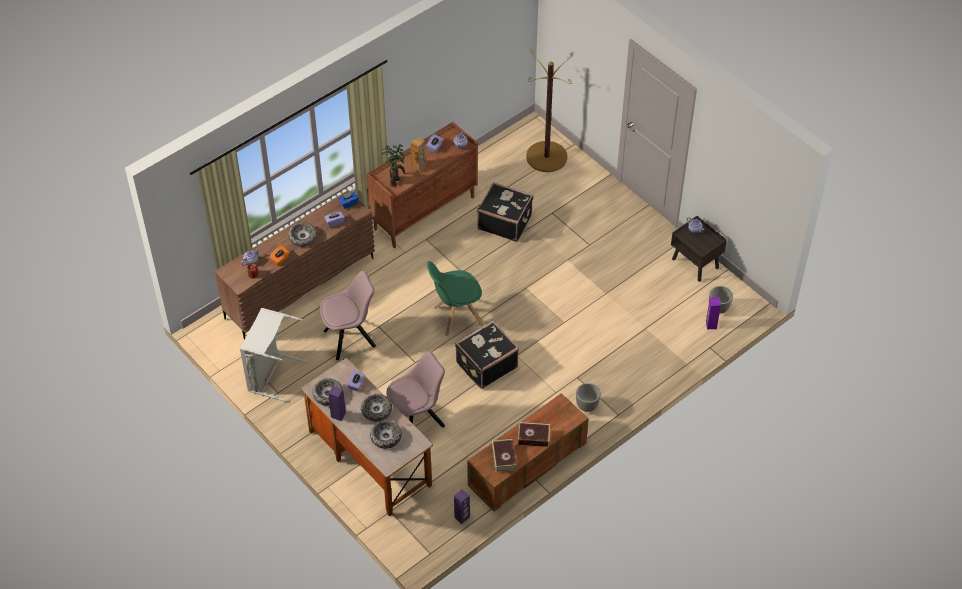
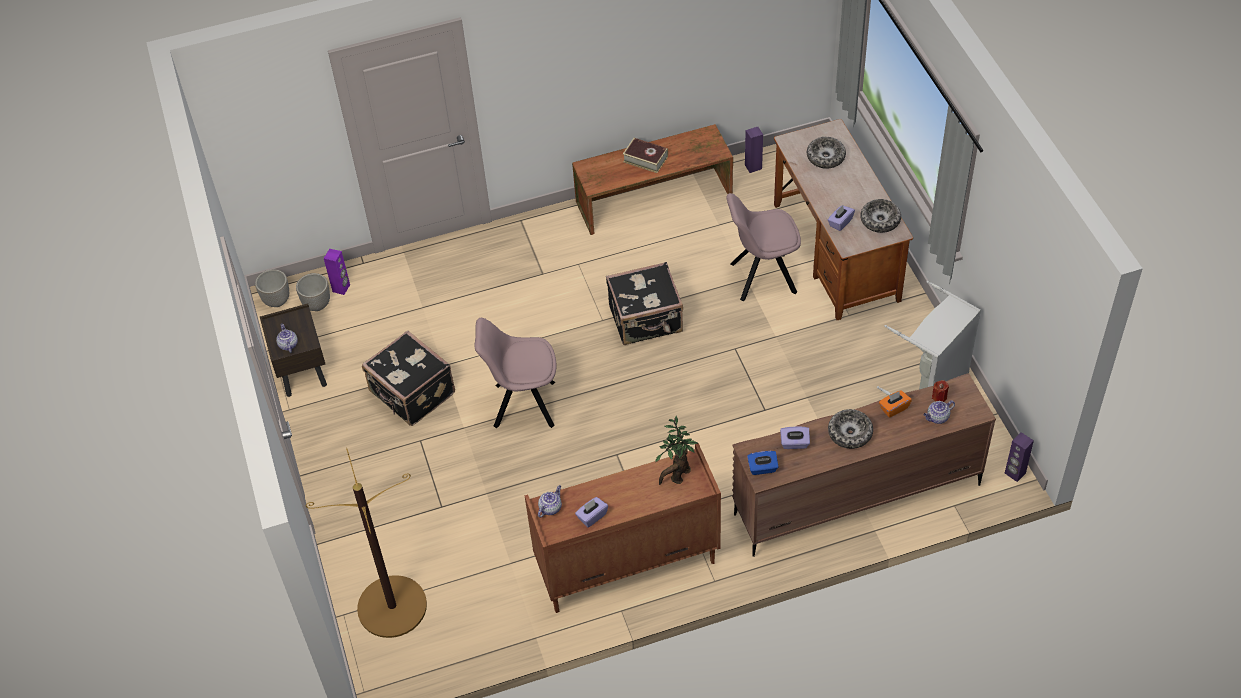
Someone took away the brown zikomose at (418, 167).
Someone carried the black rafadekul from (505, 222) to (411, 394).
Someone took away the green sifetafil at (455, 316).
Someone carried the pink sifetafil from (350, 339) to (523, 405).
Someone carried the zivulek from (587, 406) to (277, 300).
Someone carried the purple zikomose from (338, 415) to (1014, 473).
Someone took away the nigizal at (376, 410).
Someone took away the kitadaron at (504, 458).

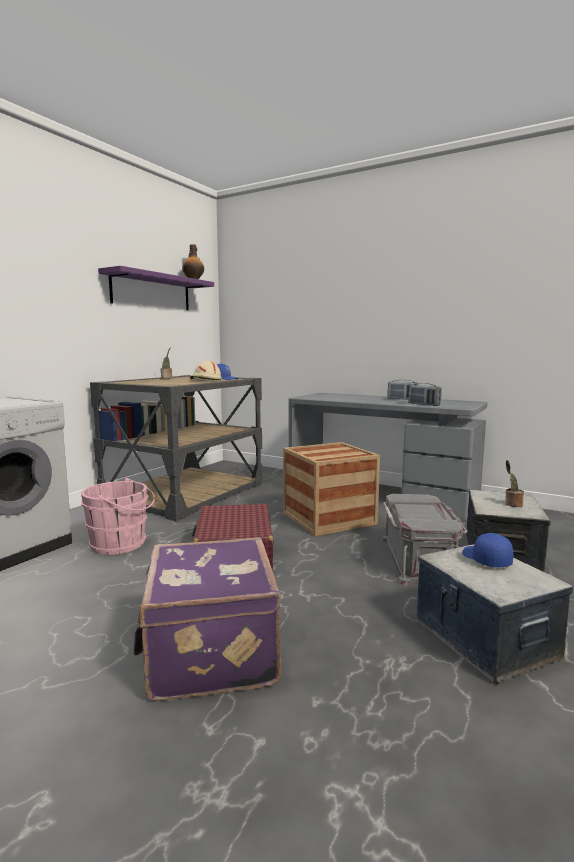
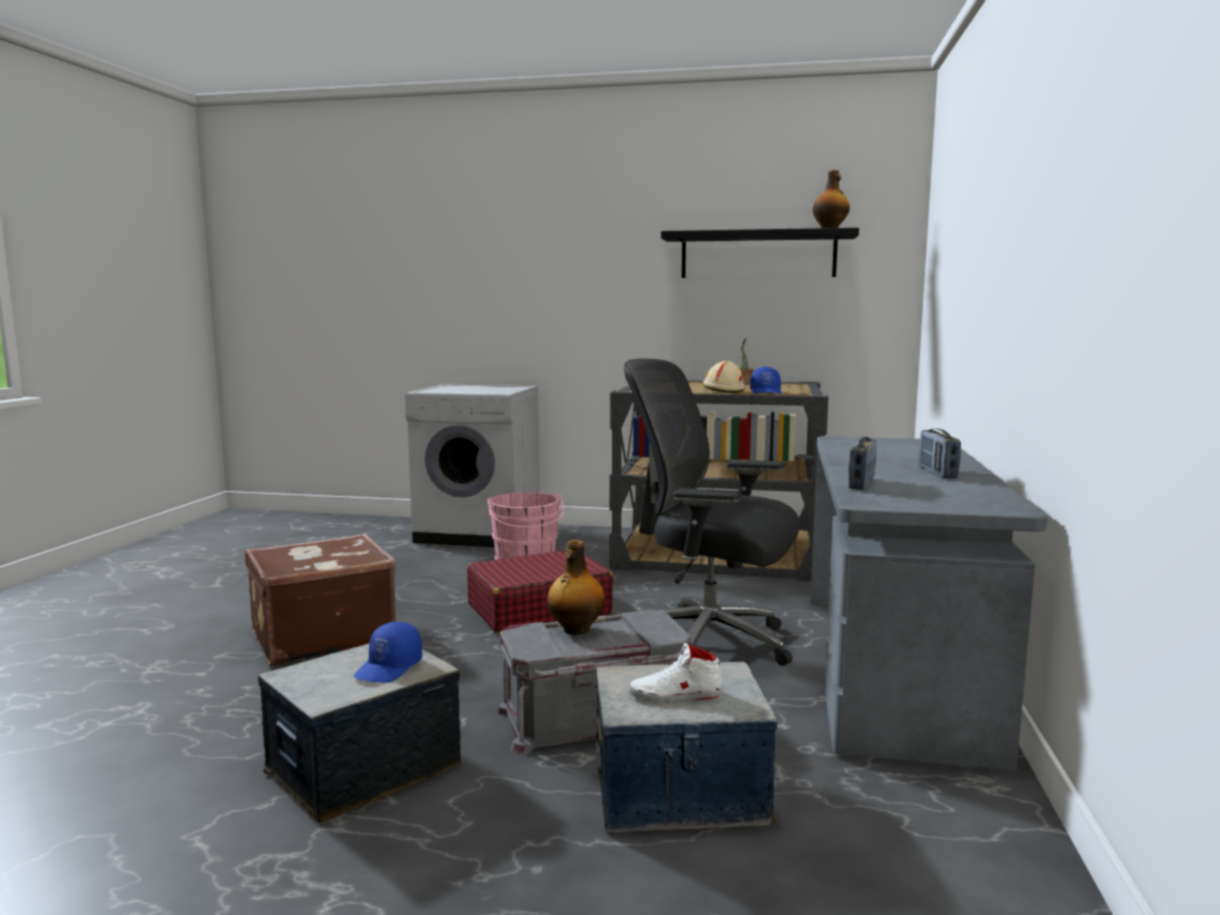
Someone repainted the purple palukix at (151, 292), which became the black palukix at (758, 255).
Someone swapped the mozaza at (328, 518) for the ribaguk at (711, 641).
Someone swapped the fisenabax at (512, 504) for the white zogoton at (675, 695).
Someone rotated the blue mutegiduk at (485, 559) by 150 degrees clockwise.
Someone repainted the purple rafadekul at (209, 652), which became the brown rafadekul at (321, 637).
Someone put down the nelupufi at (575, 630).

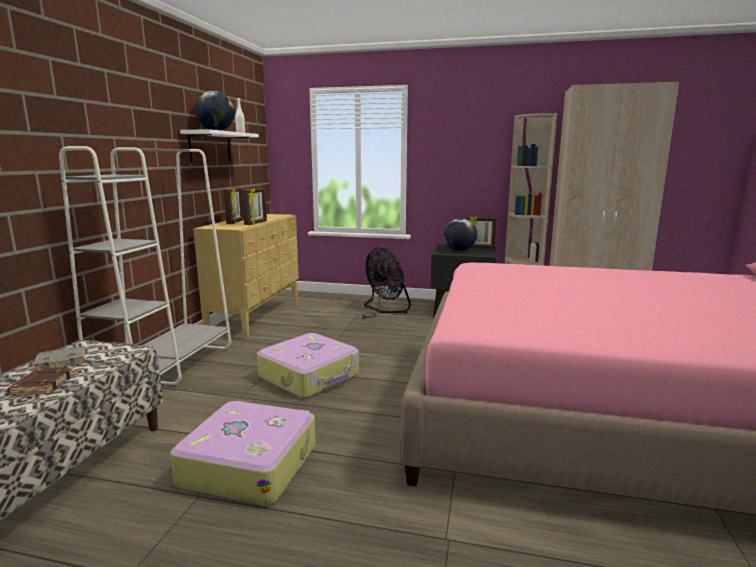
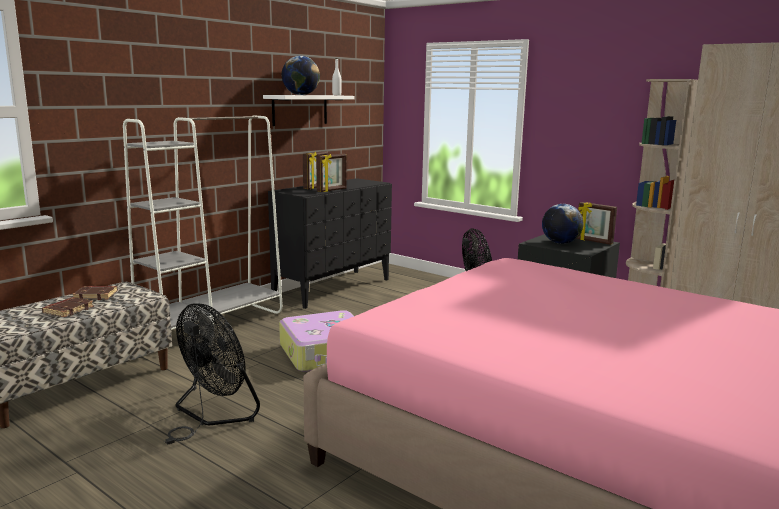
Someone repainted the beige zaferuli at (257, 317), which became the black zaferuli at (334, 288).
Someone repainted the grey kitadaron at (62, 361), which became the brown kitadaron at (96, 295).
Someone swapped the rafadekul at (249, 464) for the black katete at (206, 413).

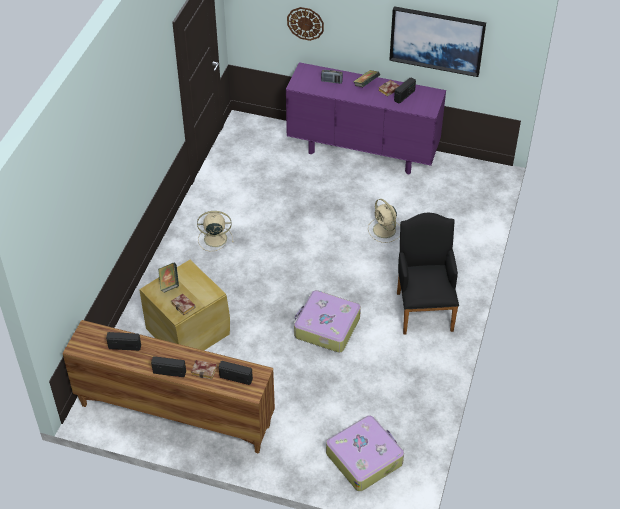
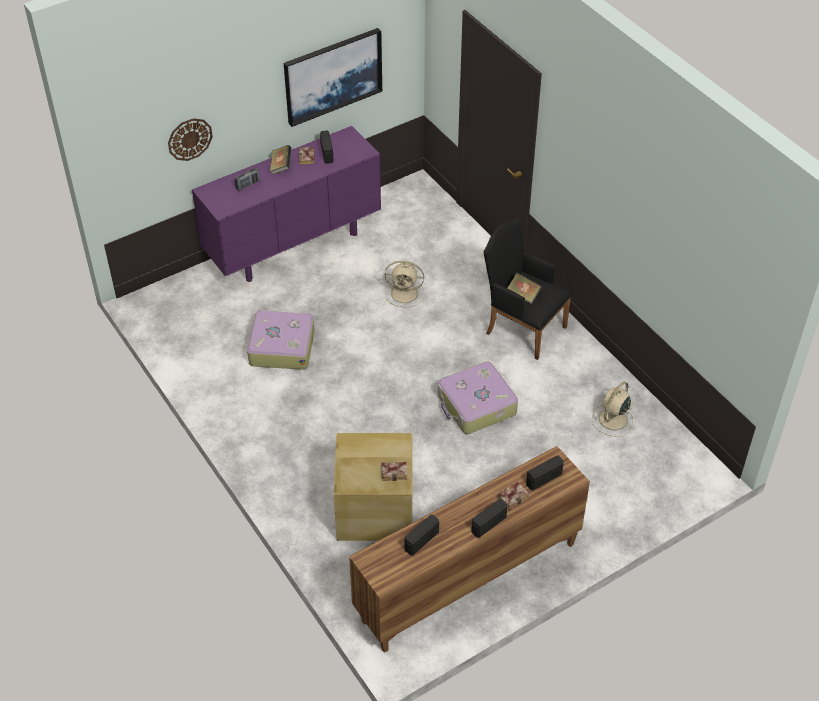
Someone carried the beige katete from (214, 238) to (612, 420).
Someone carried the kitadaron from (169, 283) to (523, 295).
Someone carried the rafadekul from (364, 458) to (281, 346).

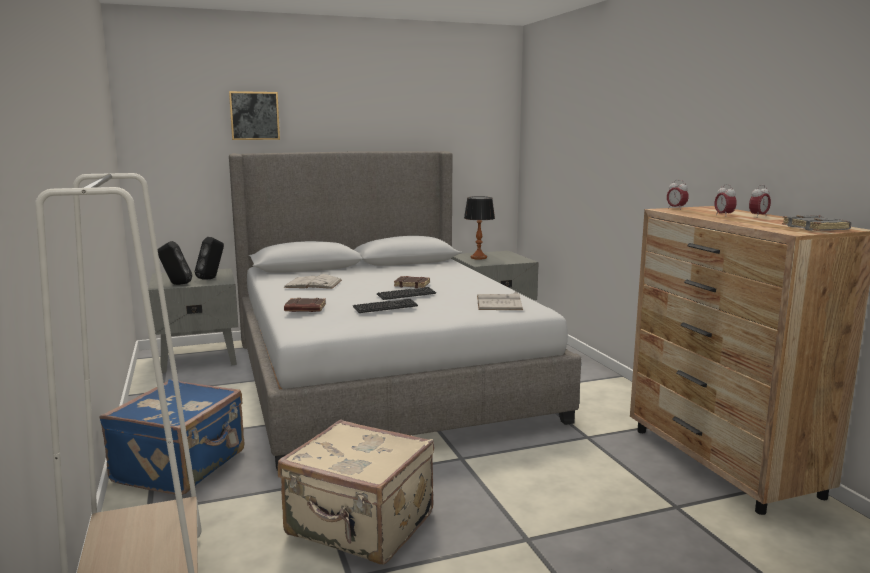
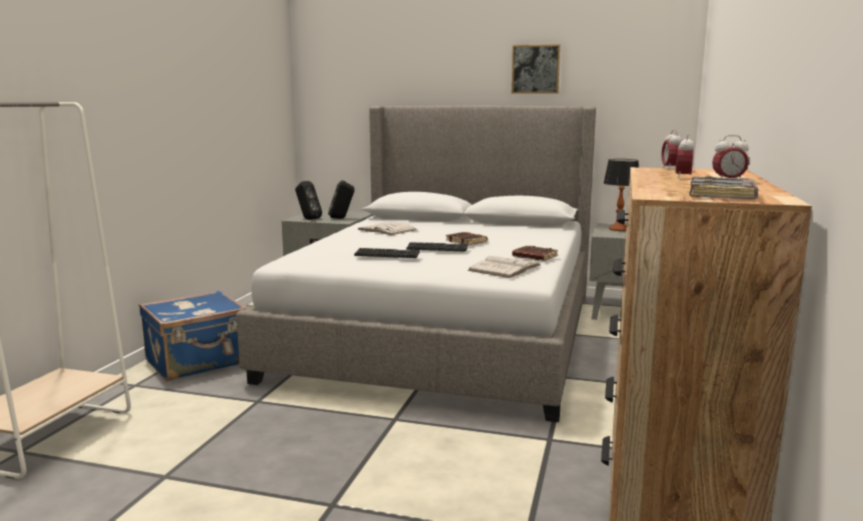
Someone carried the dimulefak from (254, 116) to (535, 69).
Someone carried the brown kitadaron from (304, 309) to (534, 257).
Someone took away the beige rafadekul at (360, 526).

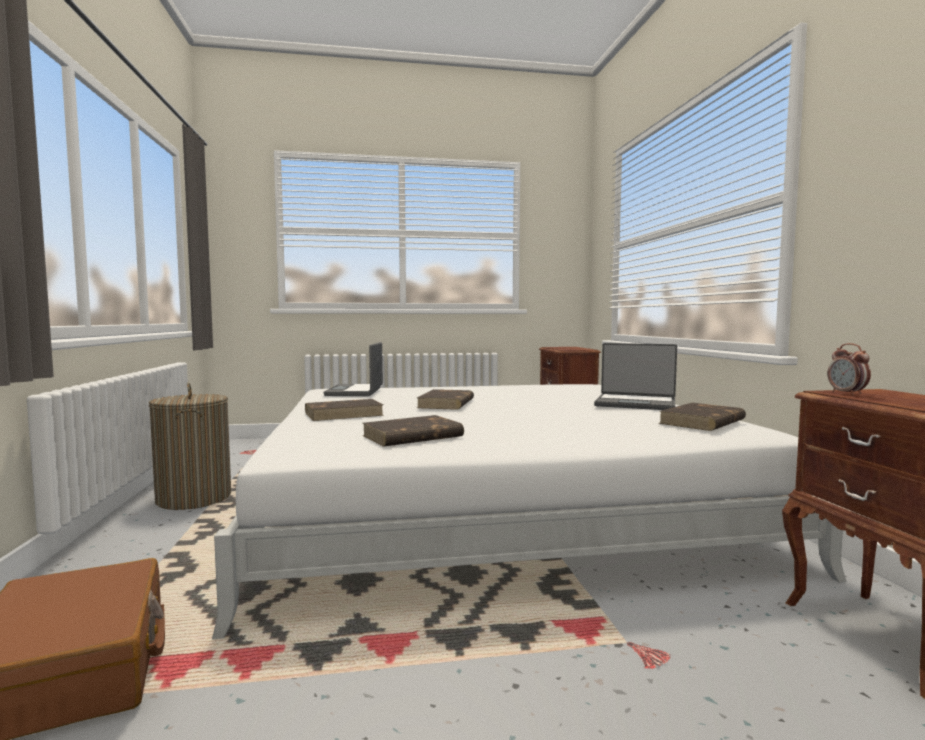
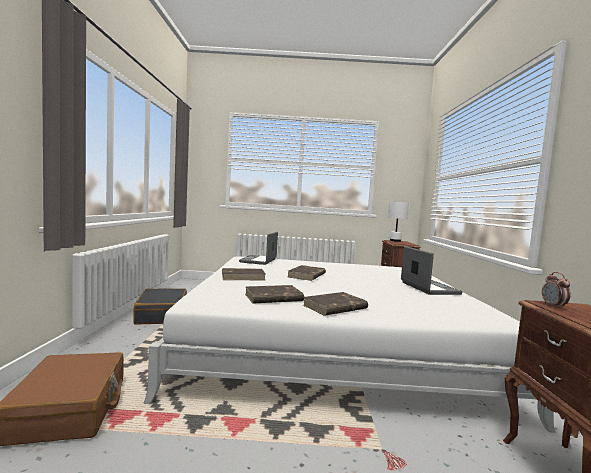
Someone rotated the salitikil at (635, 404) by 135 degrees counterclockwise.
Someone swapped the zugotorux at (194, 498) for the black rafadekul at (161, 314).
Someone carried the brown kitadaron from (702, 422) to (334, 307).
Someone put down the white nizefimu at (395, 241).

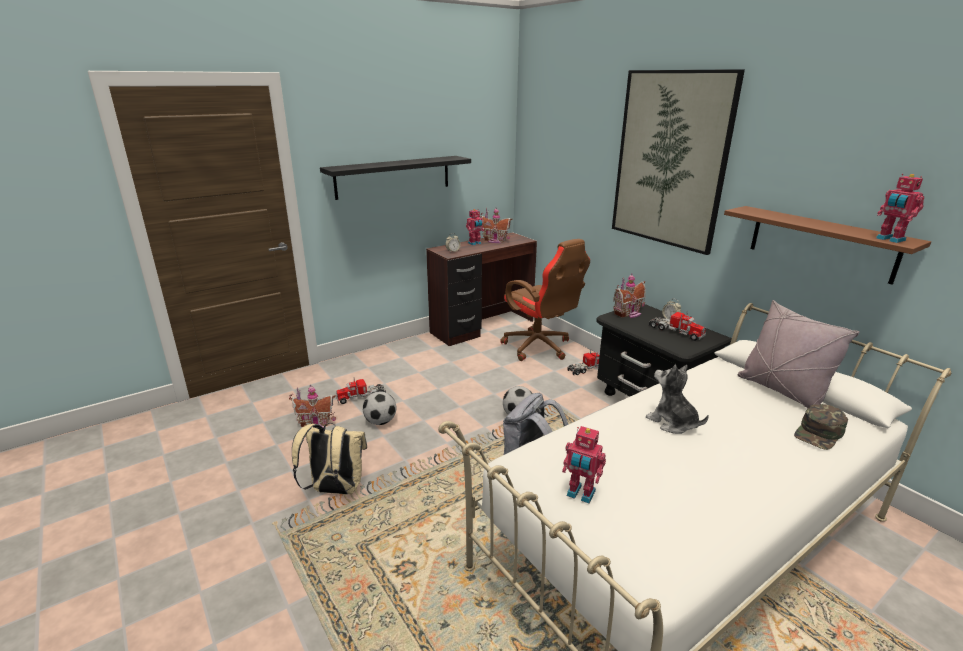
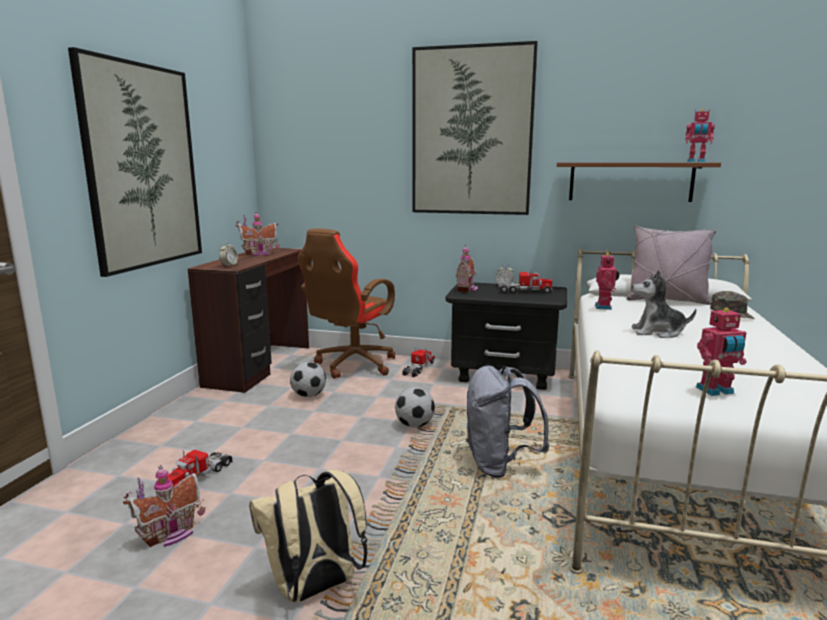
Someone swapped the black palukix at (393, 177) for the dimulefak at (143, 167).
Someone carried the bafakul from (475, 243) to (604, 307).
Someone rotated the brown ribaguk at (540, 349) by 105 degrees clockwise.
Someone carried the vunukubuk from (380, 421) to (309, 395).

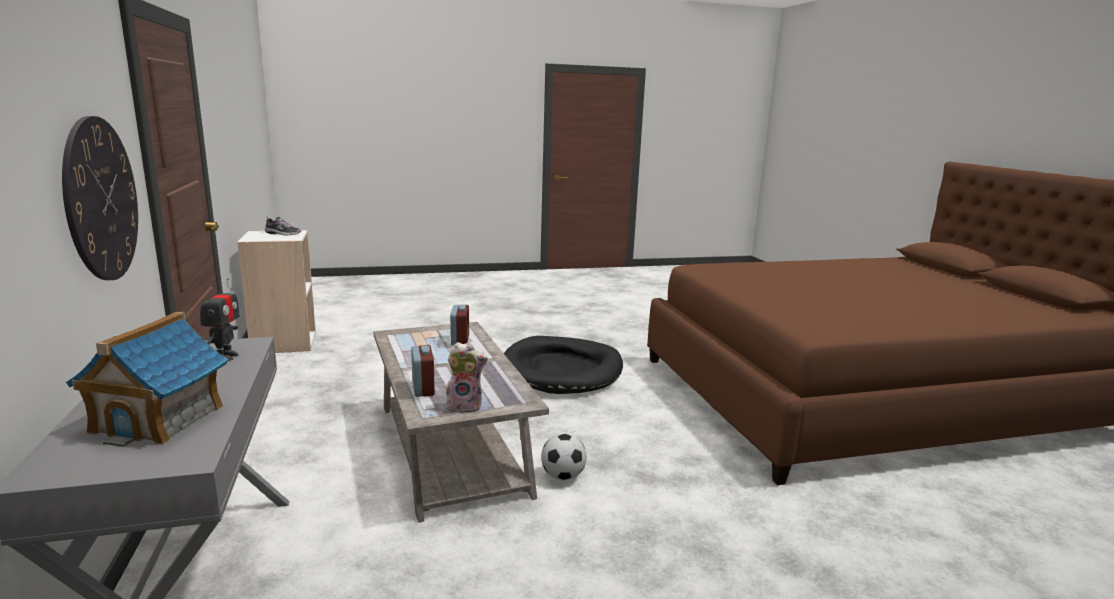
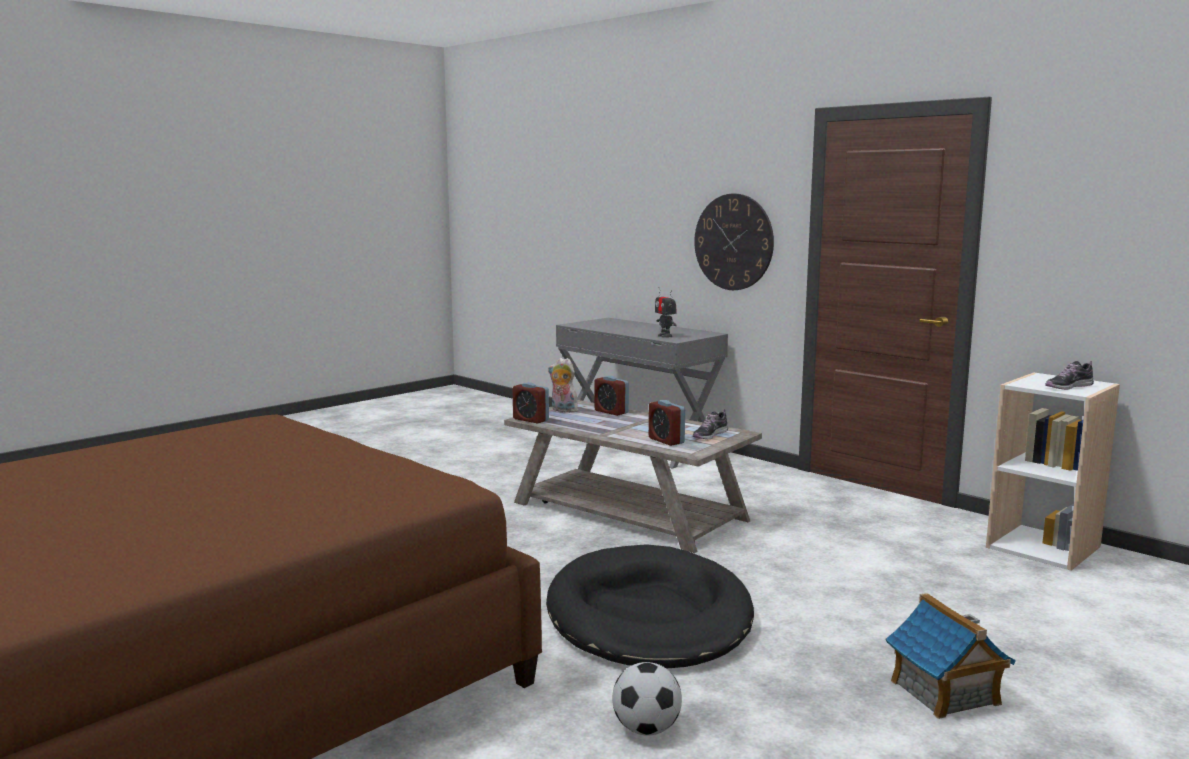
Someone carried the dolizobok from (159, 419) to (945, 693).
Someone rotated the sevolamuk at (465, 406) by 60 degrees clockwise.
Someone carried the vunukubuk from (563, 476) to (646, 729).
Someone put down the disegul at (531, 420).
Someone put down the zogoton at (709, 435).

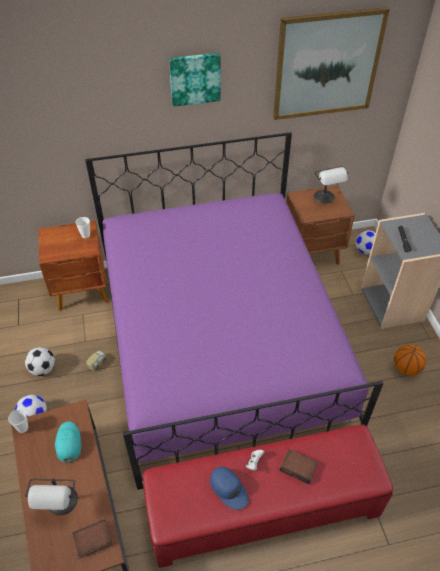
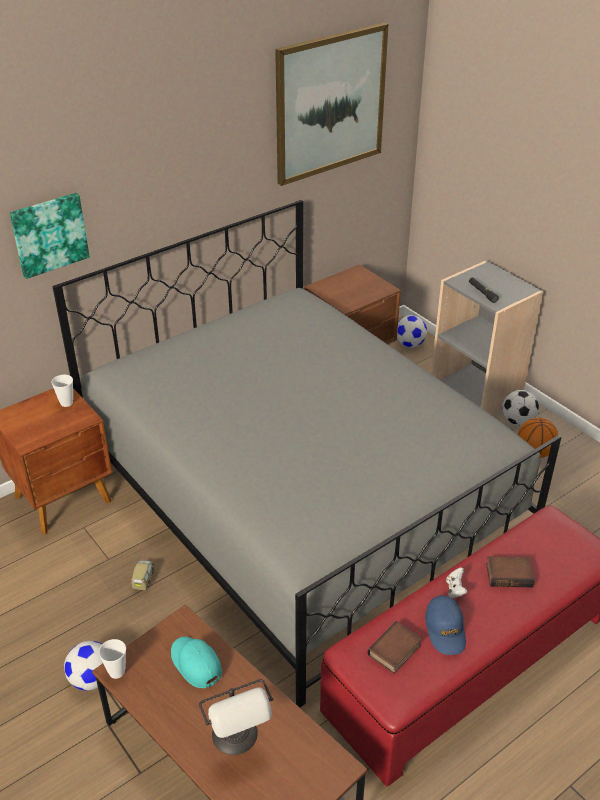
Someone carried the dimulefak from (195, 78) to (49, 234).
Someone repainted the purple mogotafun at (219, 345), which became the grey mogotafun at (299, 502).
Someone took away the nizefimu at (326, 199).
Someone carried the vunukubuk from (43, 369) to (517, 421).
Someone rotated the blue mutegiduk at (229, 489) by 60 degrees clockwise.
Someone carried the kitadaron from (92, 541) to (395, 651).

